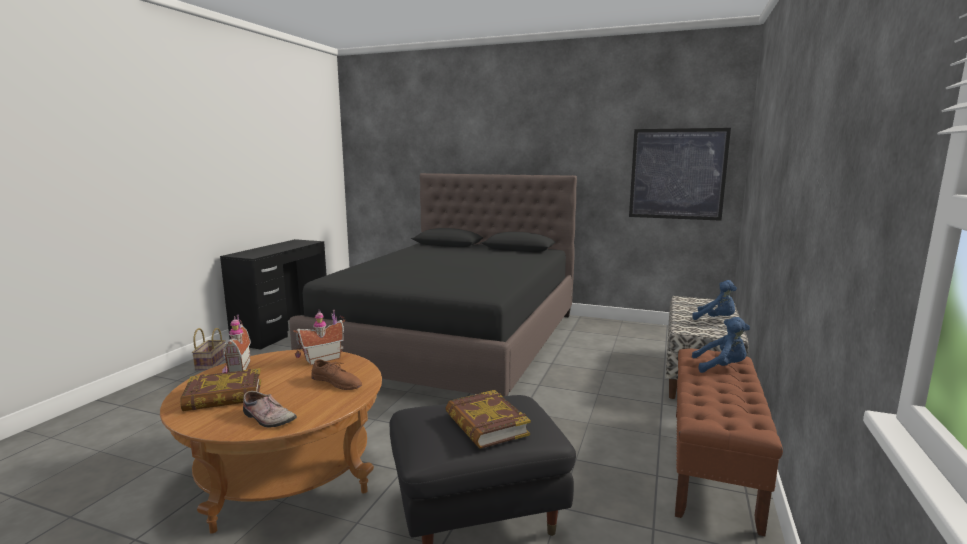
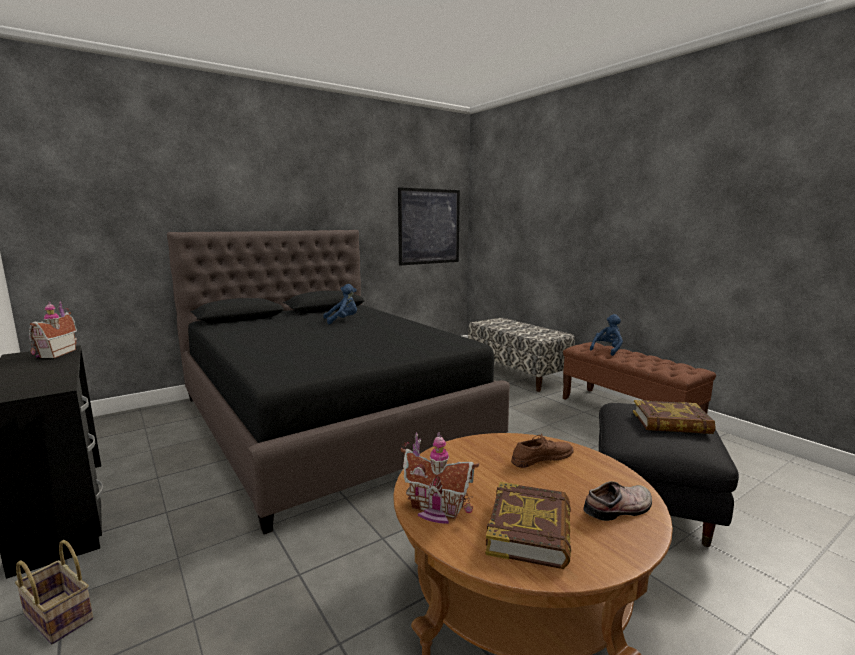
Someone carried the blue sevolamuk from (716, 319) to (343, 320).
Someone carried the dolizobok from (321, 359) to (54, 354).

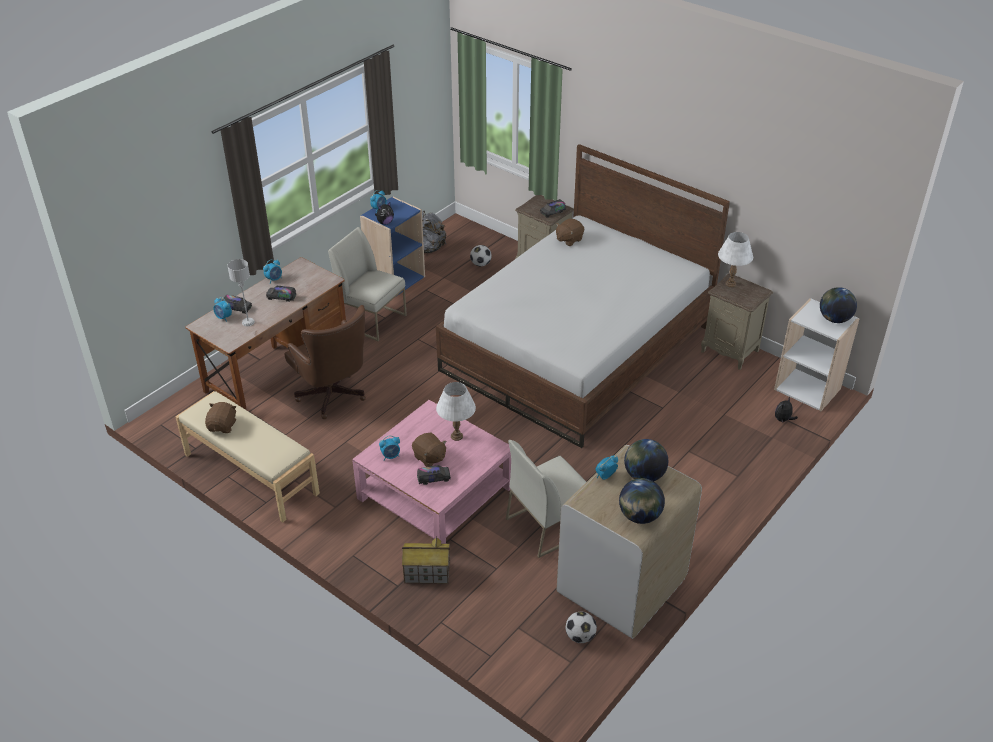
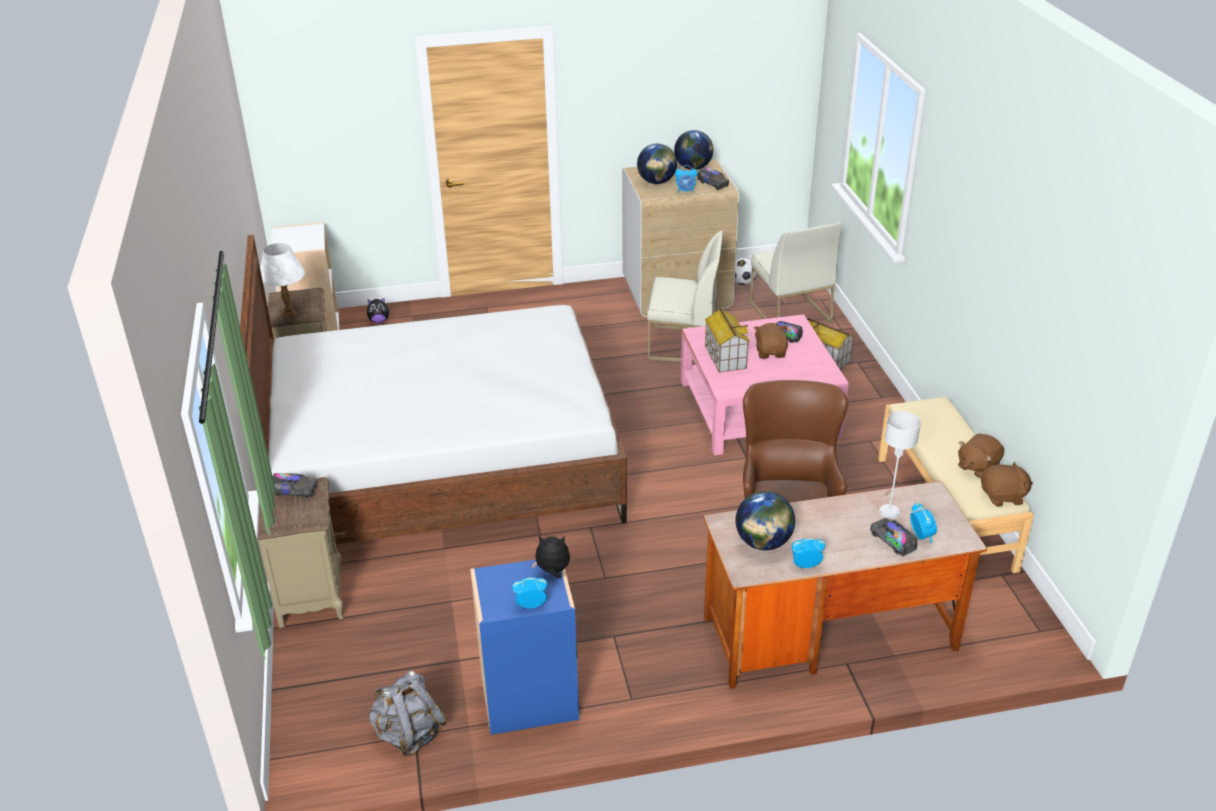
Someone carried the brown sevolamuk from (569, 239) to (1003, 497).
Someone carried the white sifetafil from (371, 319) to (789, 313).
Someone took away the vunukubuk at (480, 264).
Someone carried the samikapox from (281, 297) to (712, 184).
Someone carried the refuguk from (834, 319) to (763, 543).
Someone swapped the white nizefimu at (457, 436) for the dolizobok at (725, 357).
Someone took away the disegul at (391, 456).

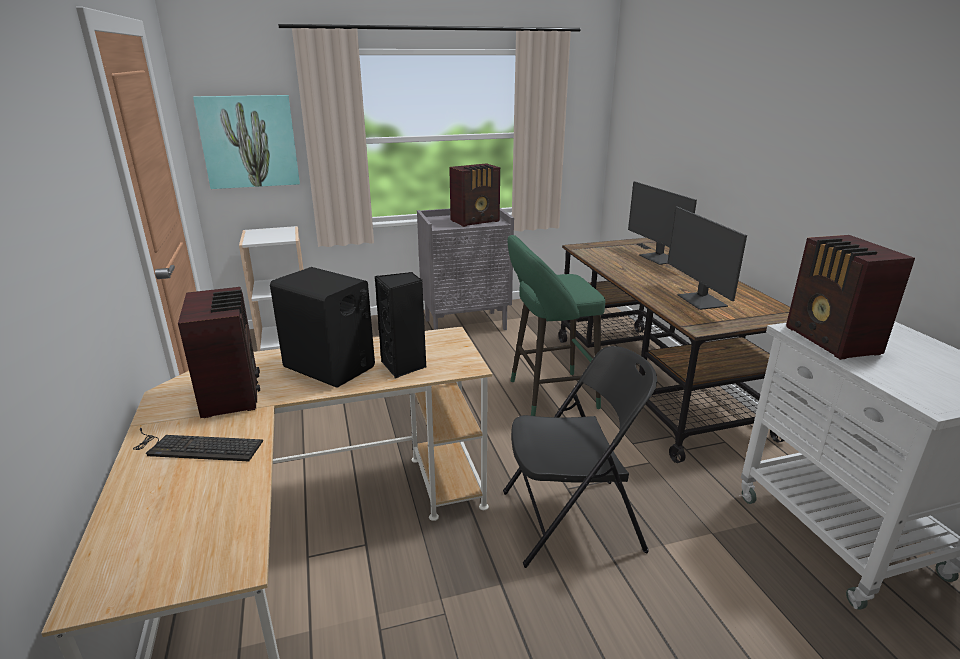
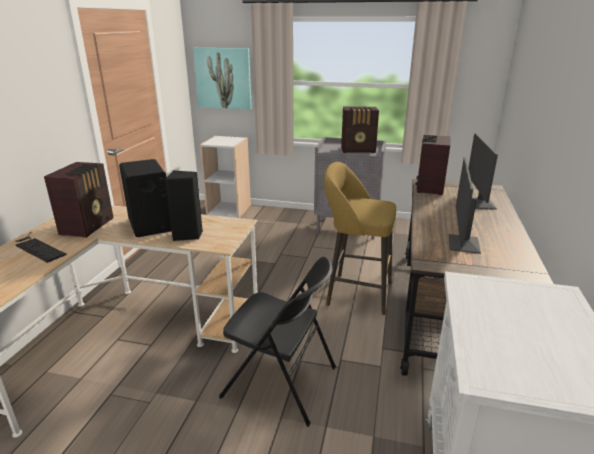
Someone repainted the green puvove at (548, 395), which became the yellow puvove at (355, 293).
Someone carried the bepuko from (831, 341) to (429, 188).

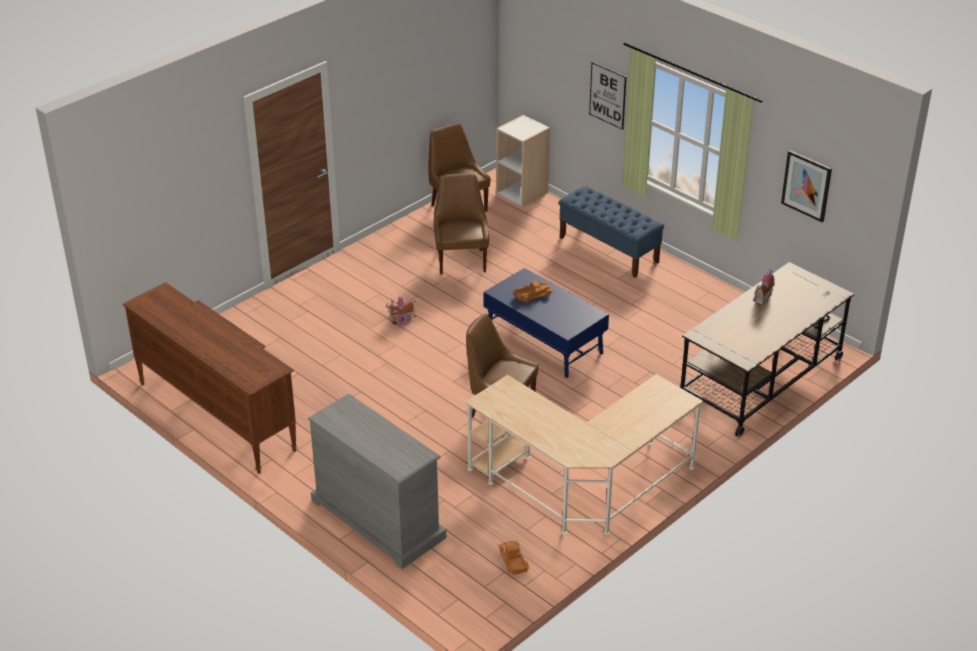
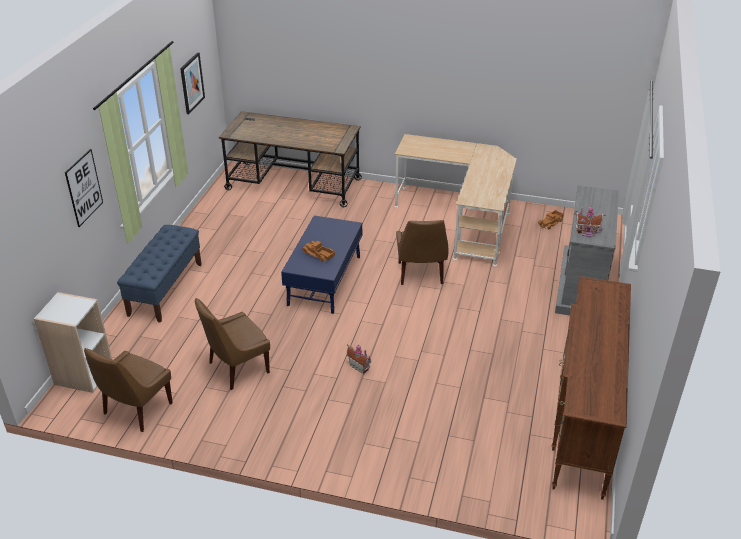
Someone carried the dolizobok from (761, 298) to (586, 232).

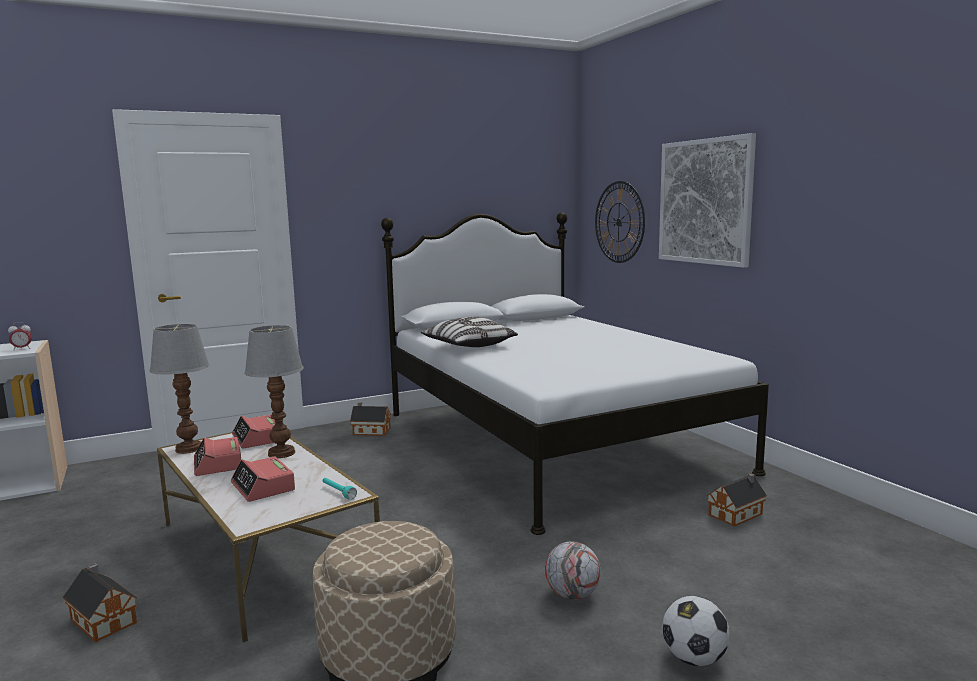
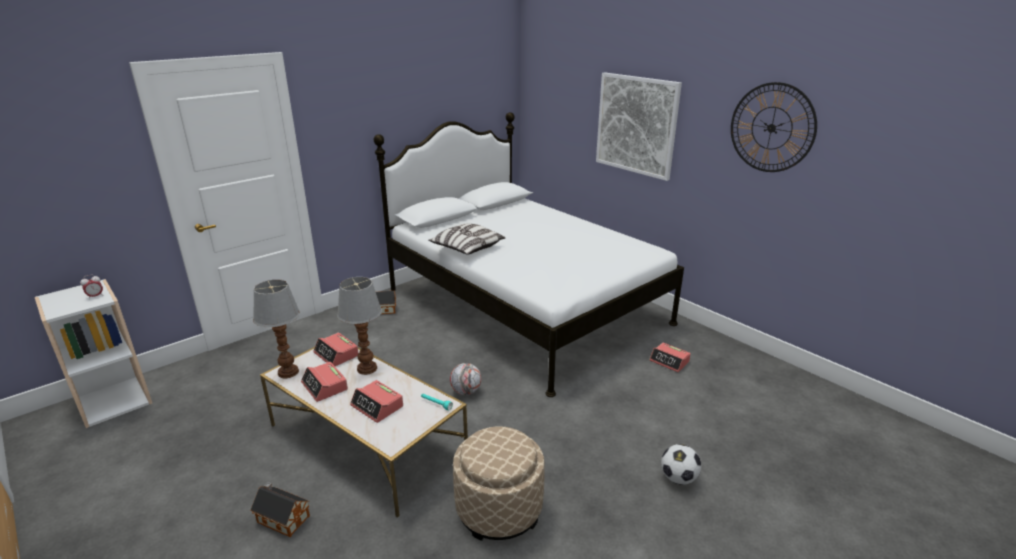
Someone carried the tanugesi from (619, 222) to (771, 128).
Someone swapped the dolizobok at (737, 514) for the disegul at (669, 361).
Someone carried the vunukubuk from (572, 595) to (466, 391).

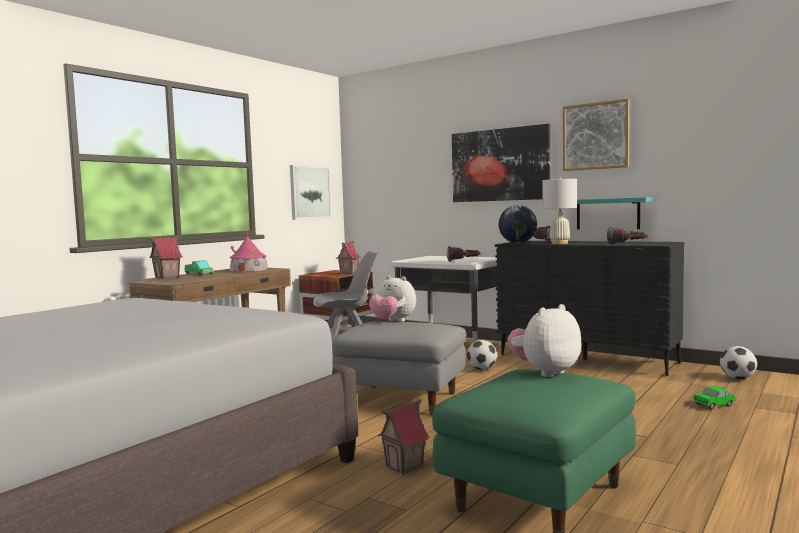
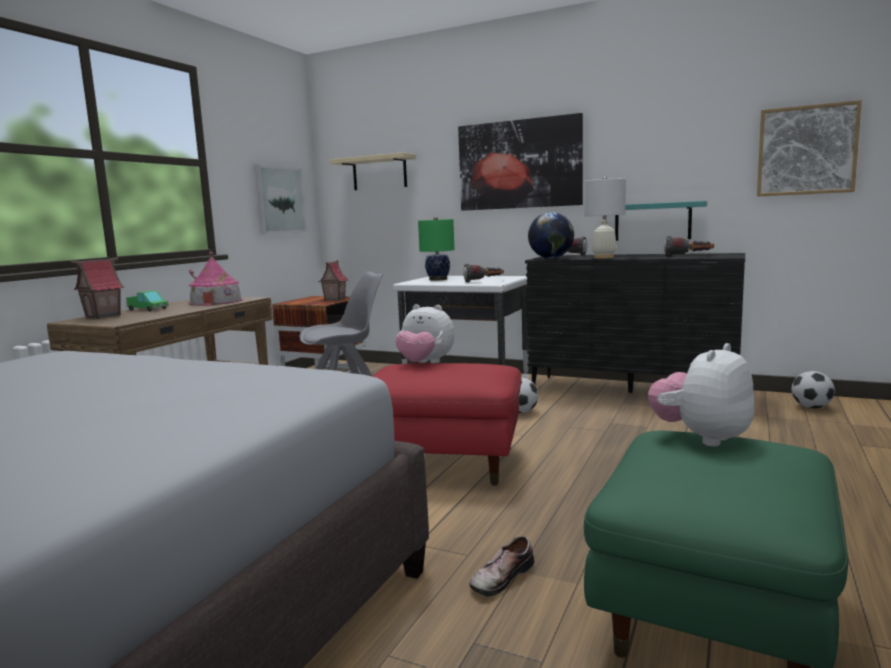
Someone carried the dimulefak from (595, 136) to (806, 150).
Someone repainted the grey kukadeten at (402, 400), which became the red kukadeten at (445, 464).
Someone took away the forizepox at (714, 405).
Someone swapped the dolizobok at (404, 466) for the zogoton at (500, 577).
Someone put up the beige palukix at (379, 173).
Someone put down the green nizefimu at (438, 279).

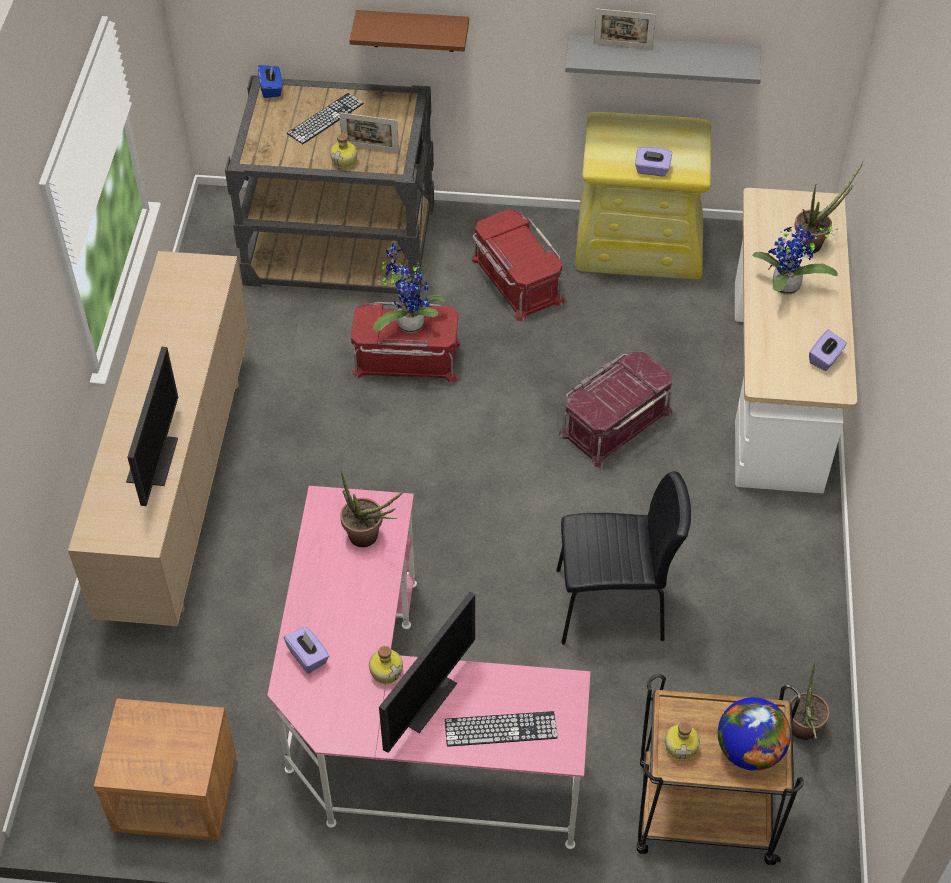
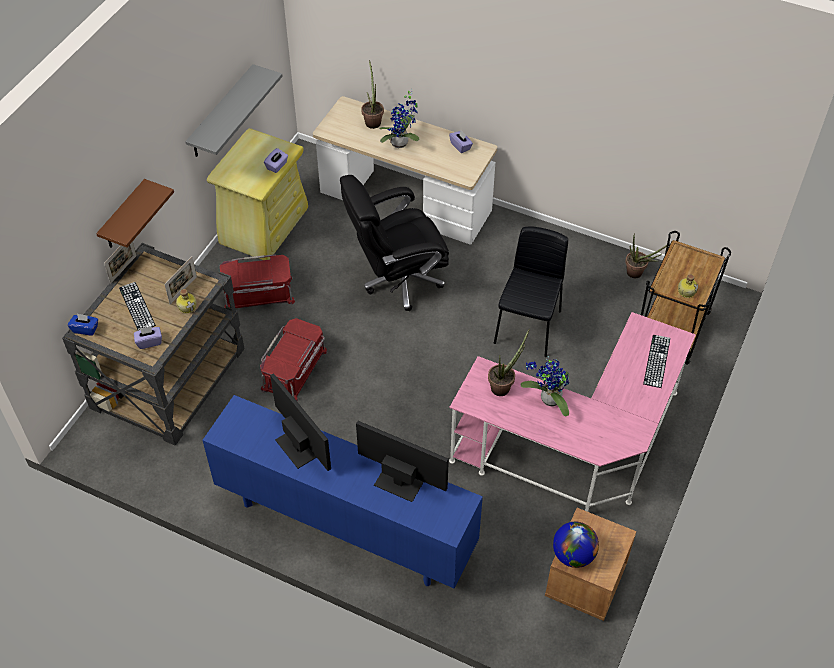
Someone carried the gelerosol from (622, 46) to (123, 269).
Someone carried the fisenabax from (408, 322) to (548, 400).
Someone repainted the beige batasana at (180, 489), which became the blue batasana at (344, 526).
Someone swapped the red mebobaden at (614, 422) for the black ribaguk at (398, 282).
Someone carried the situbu from (422, 697) to (297, 447).
Someone carried the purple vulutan from (308, 656) to (149, 342).
Someone took away the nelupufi at (386, 670).
Someone carried the refuguk from (749, 750) to (573, 555).

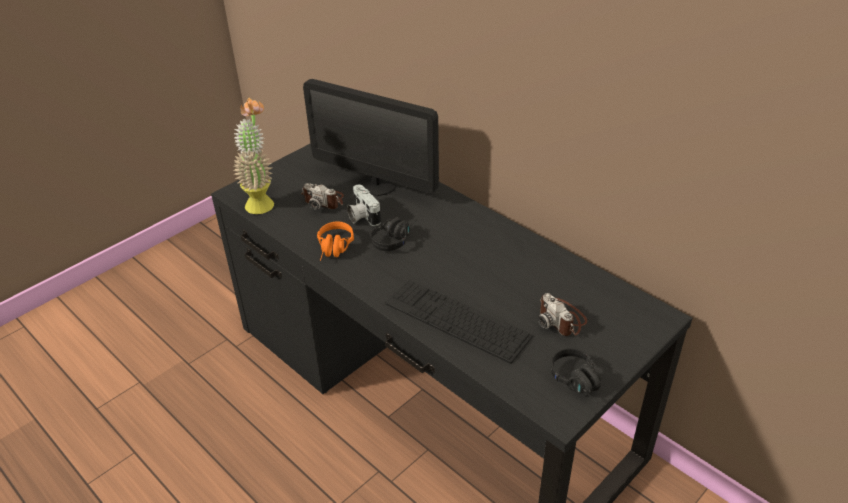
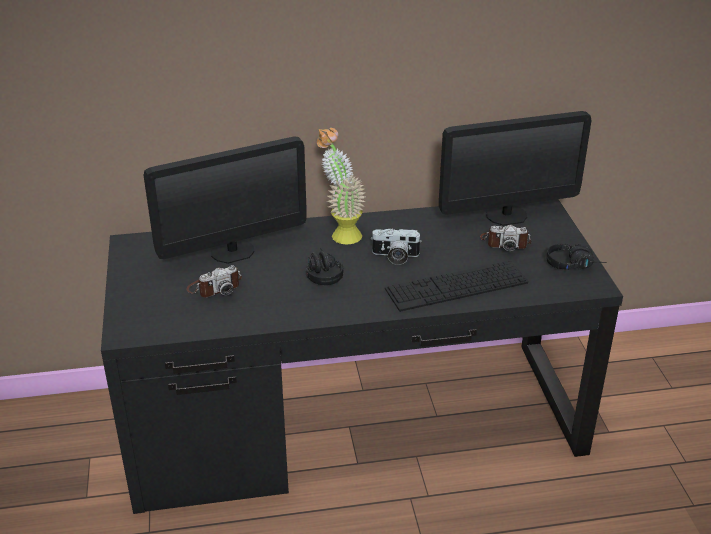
Someone carried the fisenabax from (261, 201) to (340, 233).
Someone carried the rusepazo from (362, 216) to (395, 256).
Someone took away the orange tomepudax at (334, 249).
Someone put down the situbu at (506, 215).

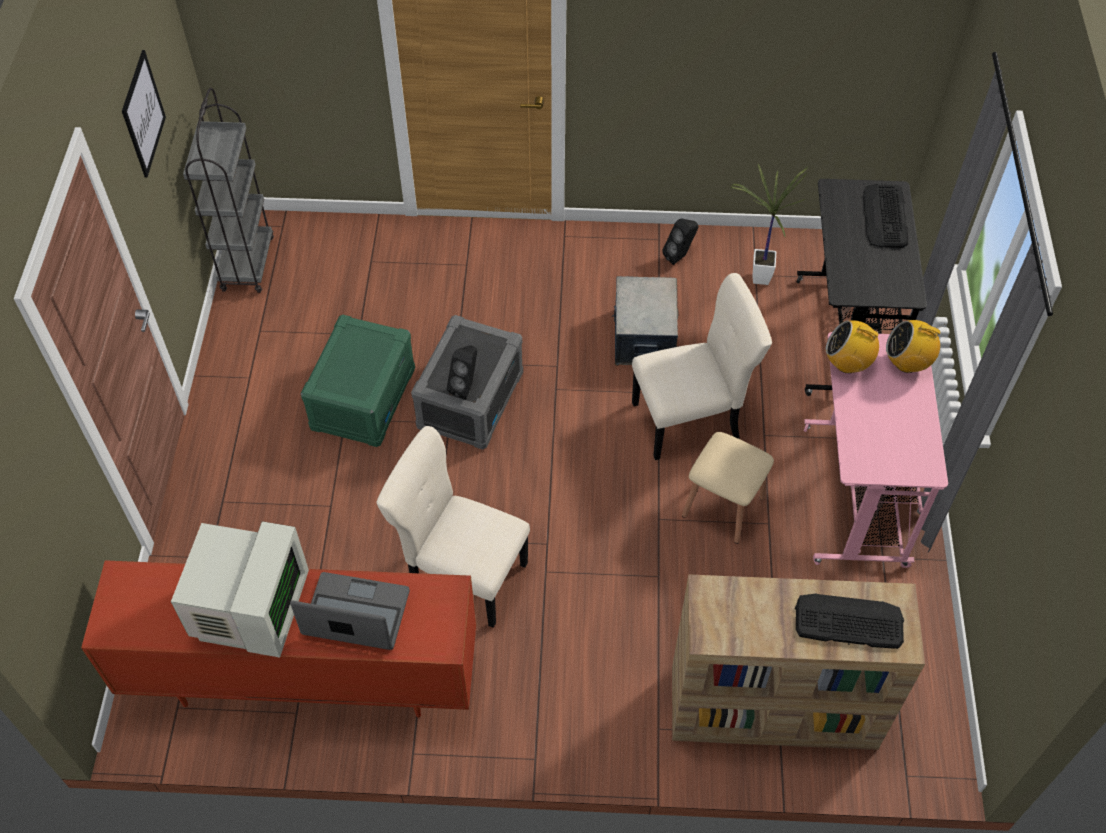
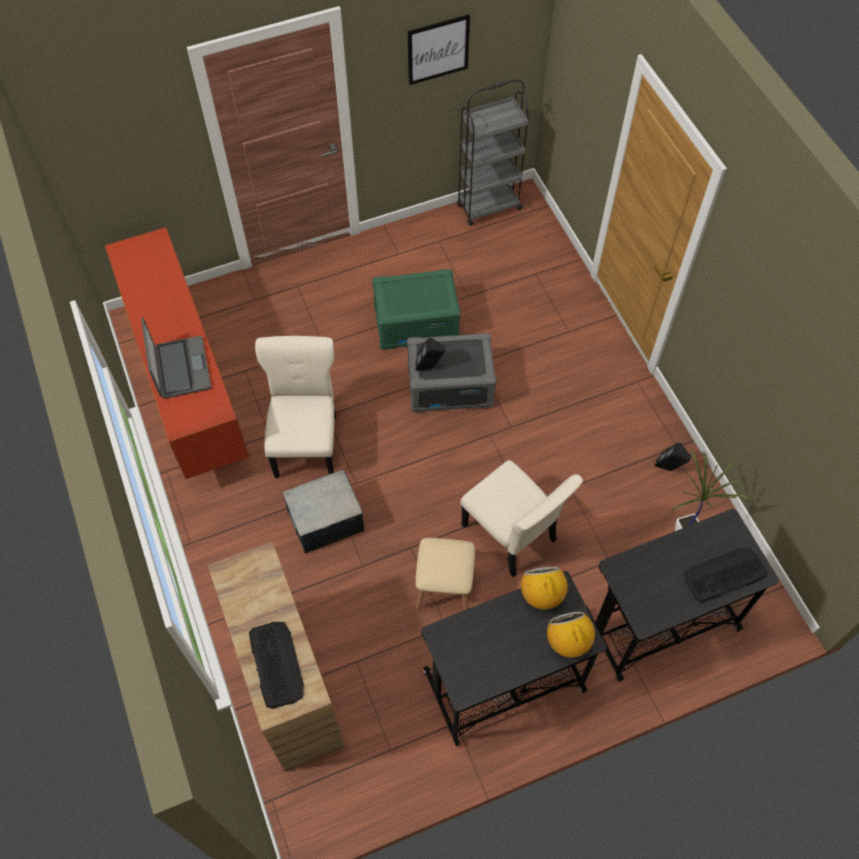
Someone carried the mebobaden from (643, 337) to (325, 520).
Someone repainted the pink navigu at (854, 496), which became the black navigu at (503, 682).
Someone took away the situbu at (250, 611).

